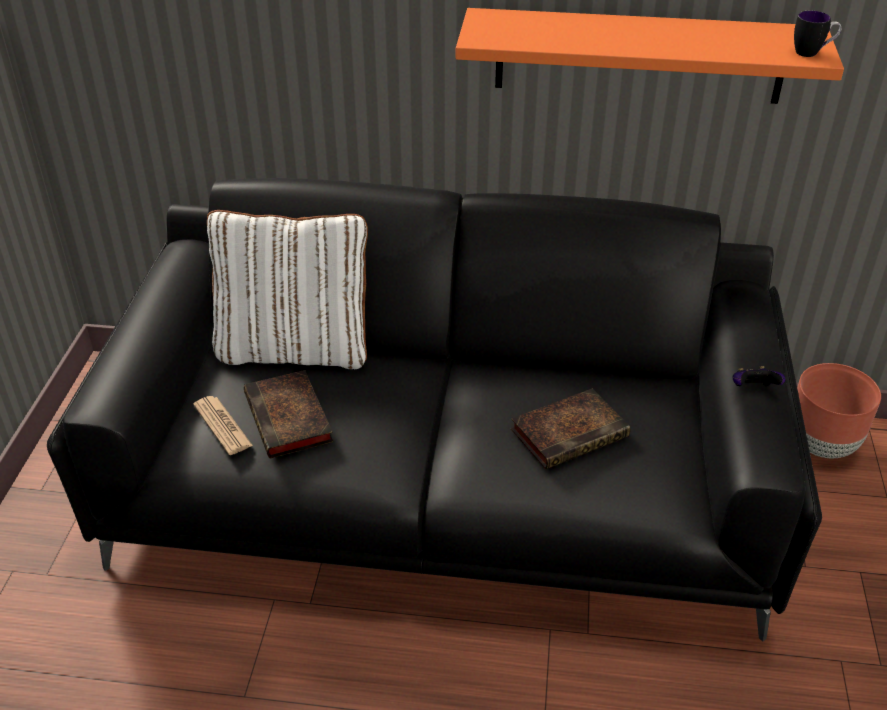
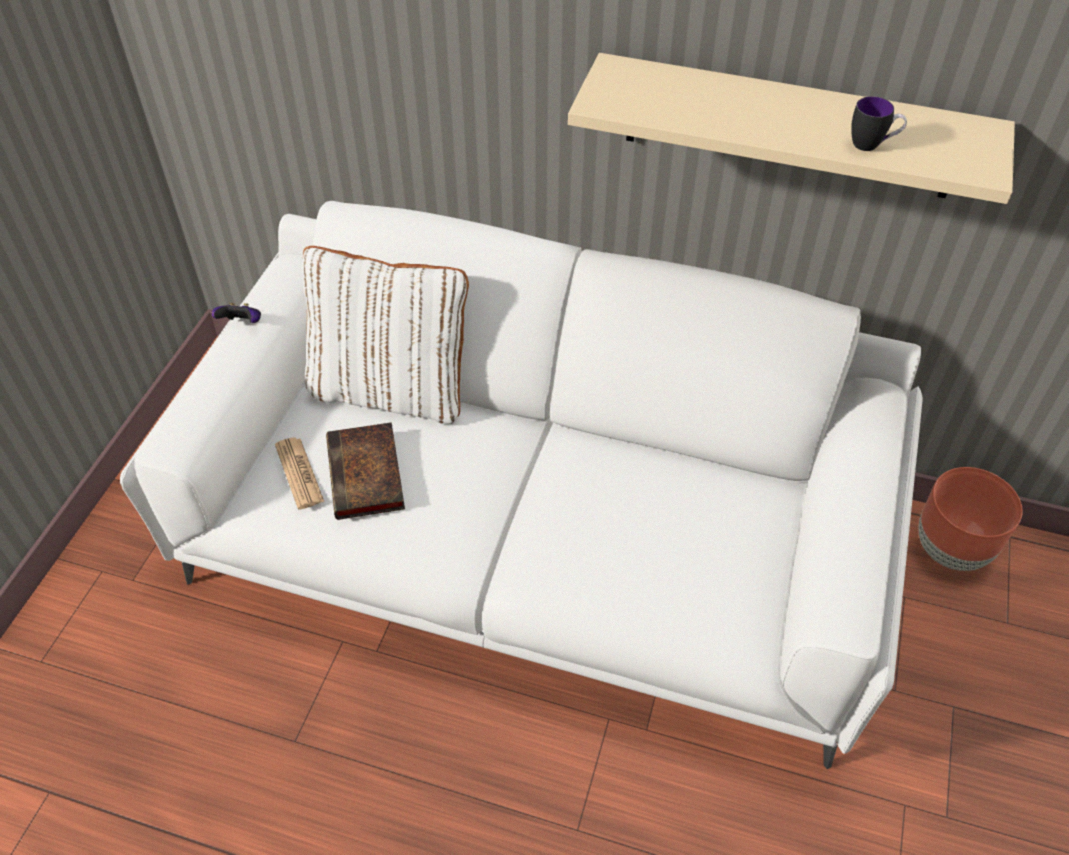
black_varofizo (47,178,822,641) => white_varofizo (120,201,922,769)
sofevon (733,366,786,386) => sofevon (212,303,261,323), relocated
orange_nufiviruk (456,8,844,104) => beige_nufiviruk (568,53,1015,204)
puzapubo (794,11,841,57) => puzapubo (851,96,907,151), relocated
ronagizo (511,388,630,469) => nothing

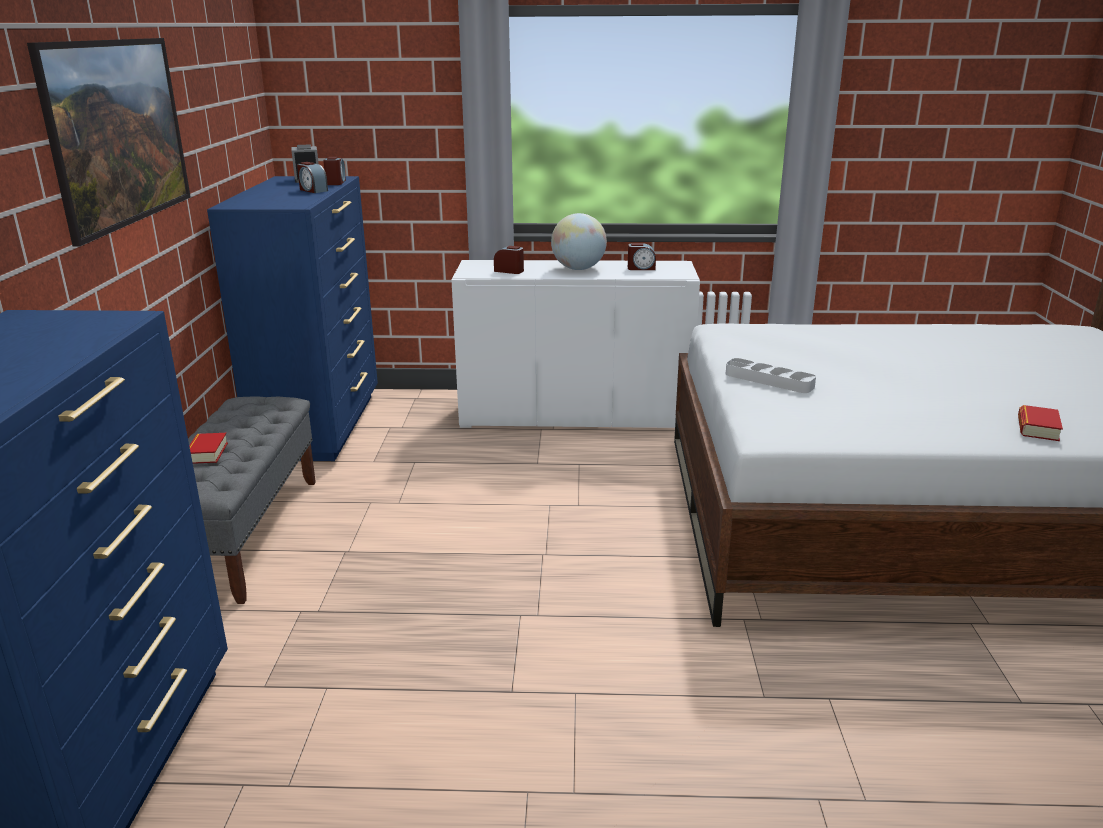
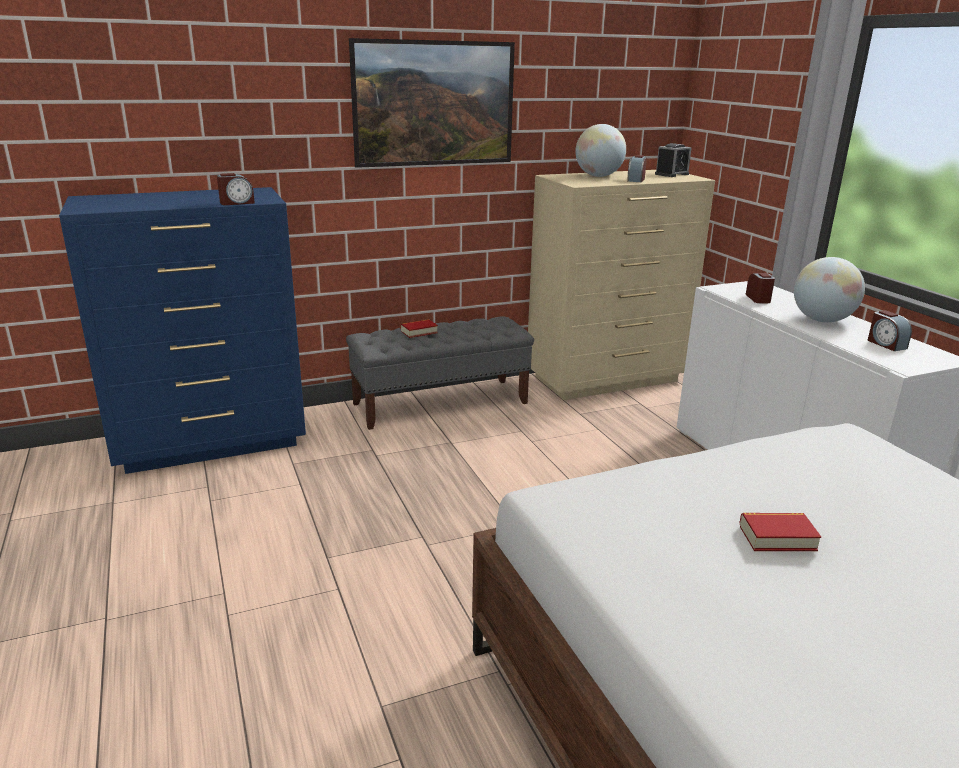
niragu (323,157,346,185) => niragu (217,173,255,205), relocated
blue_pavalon (207,176,378,461) => beige_pavalon (528,170,715,400)
nothing => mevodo (575,124,626,177)
ronagizo (1018,405,1063,441) => ronagizo (739,513,821,551), relocated
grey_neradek (726,358,816,393) => nothing

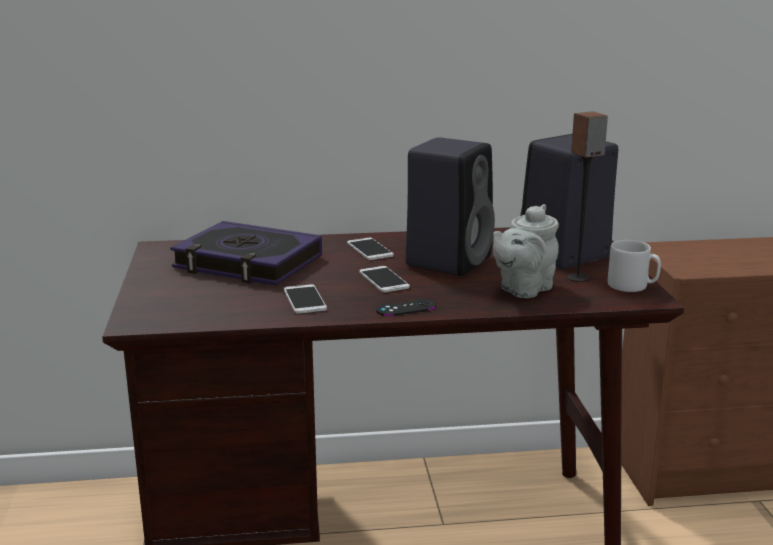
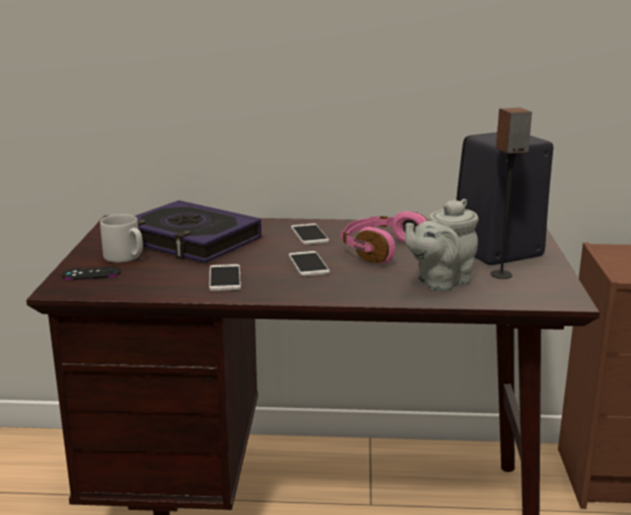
black_sofevon (376,299,436,316) => black_sofevon (62,267,121,280), relocated
grey_puzapubo (608,240,661,292) => grey_puzapubo (100,214,143,263), relocated
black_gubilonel (406,137,495,276) => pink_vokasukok (340,211,428,264)

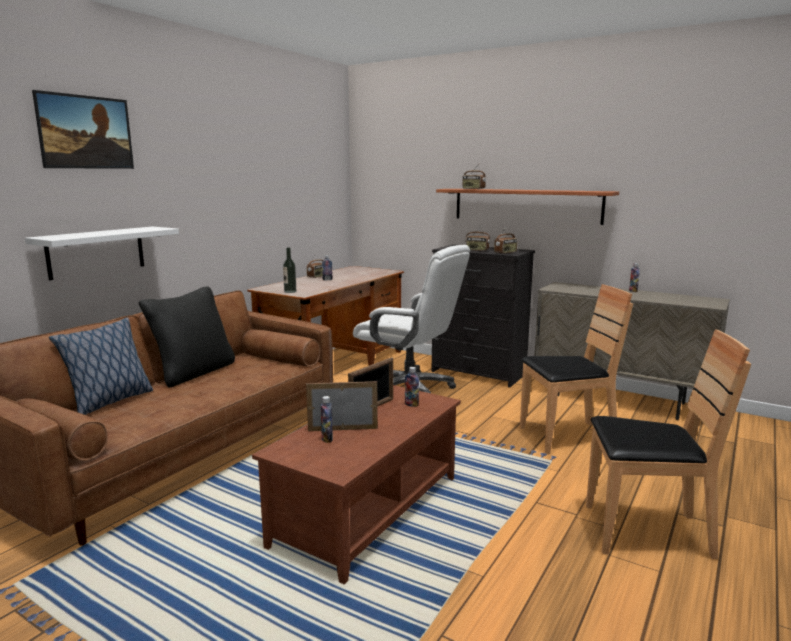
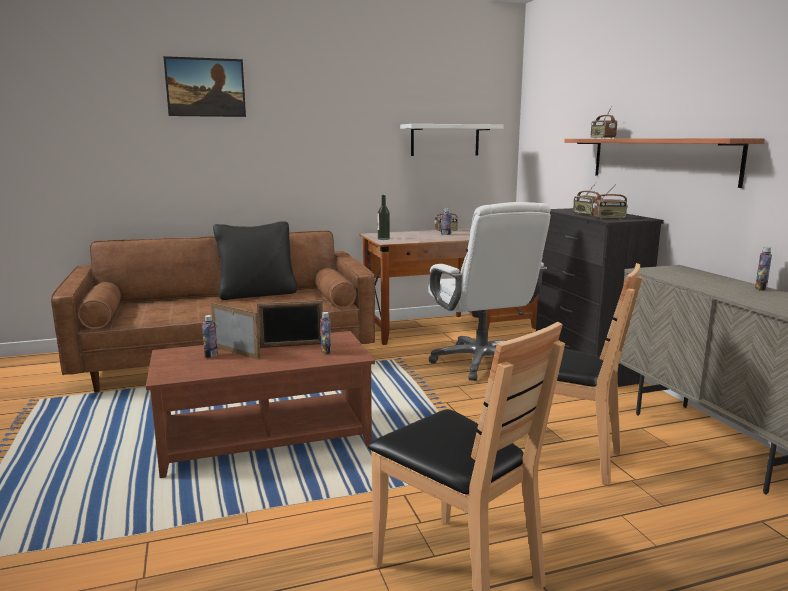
white_nufiviruk (25,227,179,280) => white_nufiviruk (400,124,504,156), relocated
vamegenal (49,317,153,415) => nothing

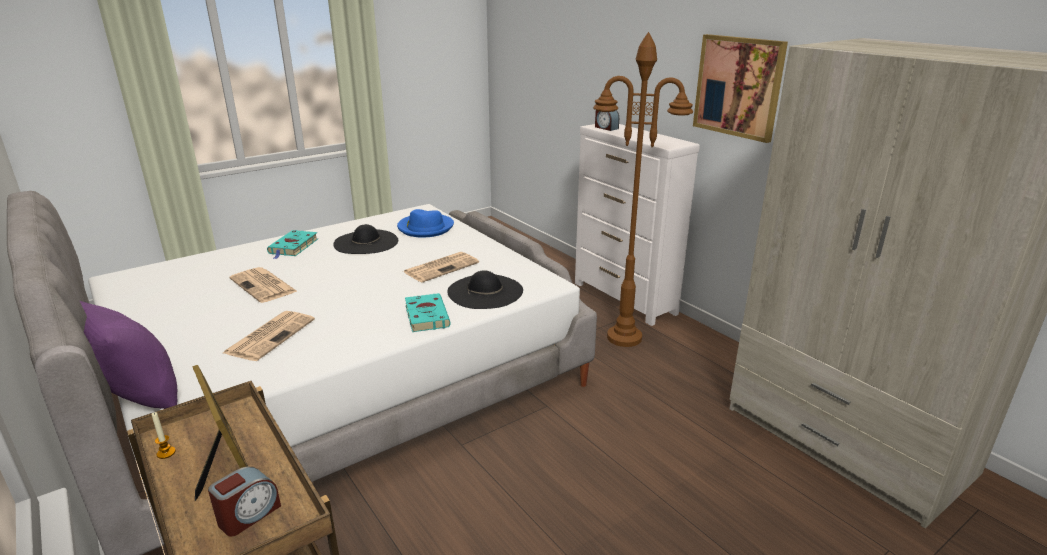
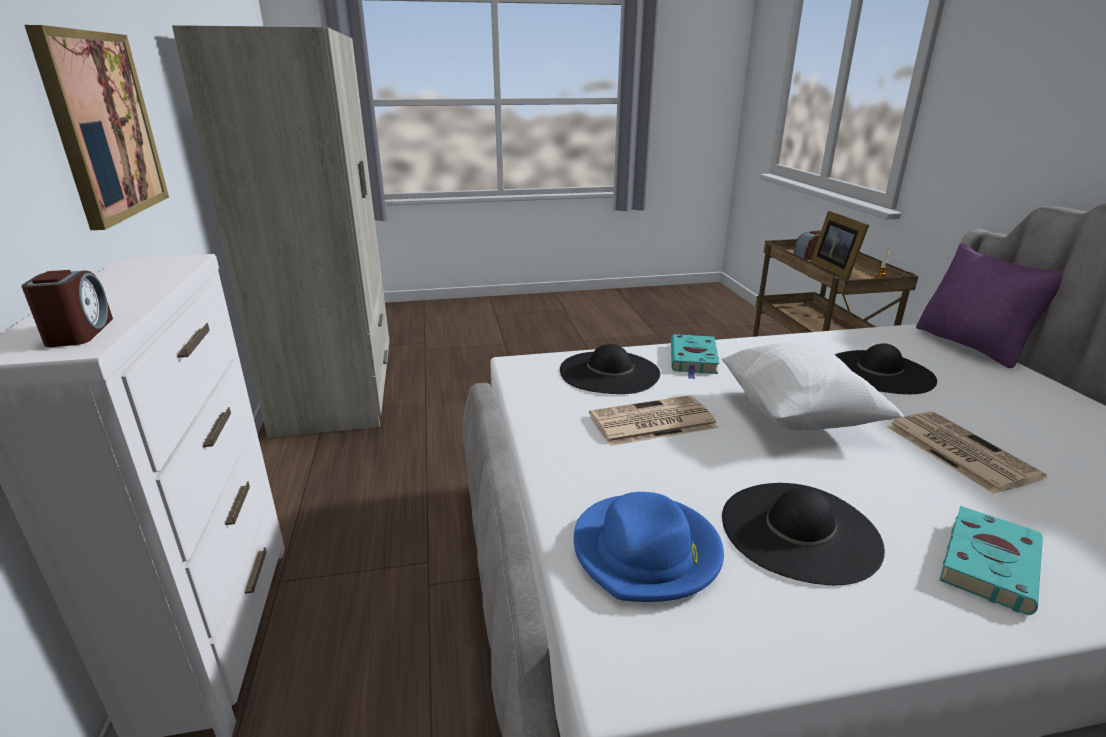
nothing => white_vamegenal (721,342,904,430)
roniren (223,311,315,361) => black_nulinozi (835,343,937,394)
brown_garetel (593,32,693,347) => nothing

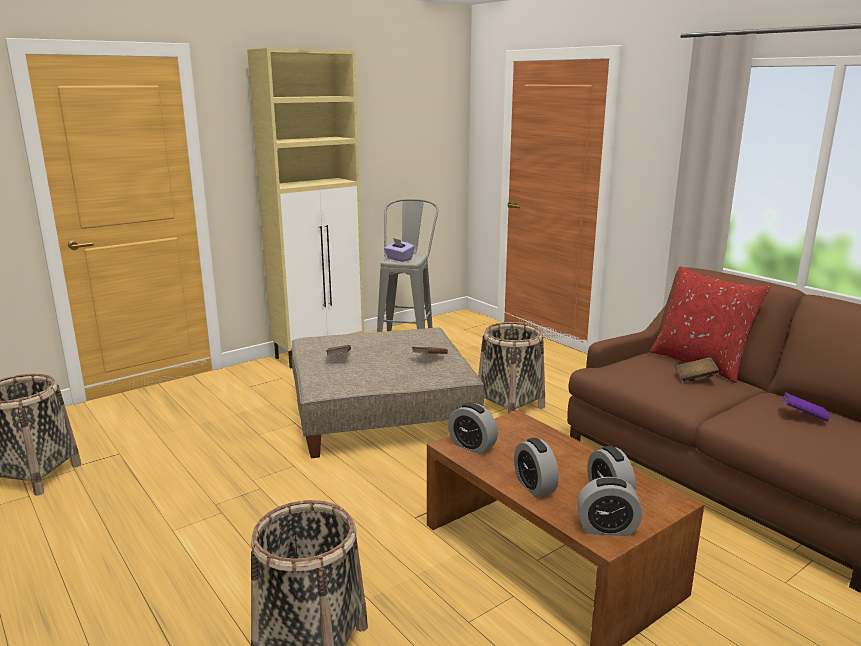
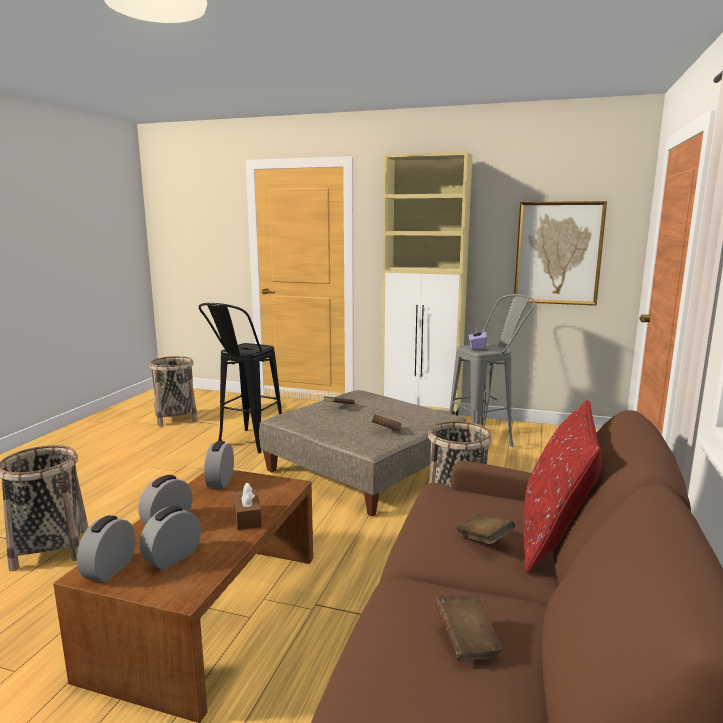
niragu (577,477,642,536) => niragu (77,515,136,582), 45 degrees clockwise
nothing => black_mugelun (199,303,282,453)
nothing => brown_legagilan (234,482,262,530)
purple_ronagizo (782,392,831,422) => brown_ronagizo (435,594,502,661)
nothing => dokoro (514,201,607,306)

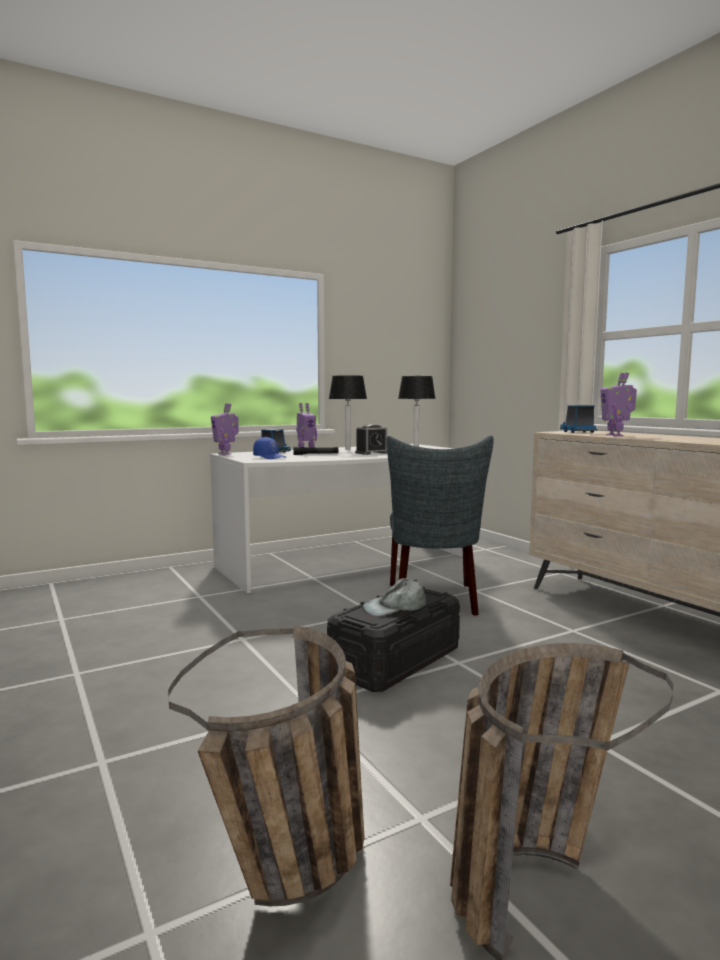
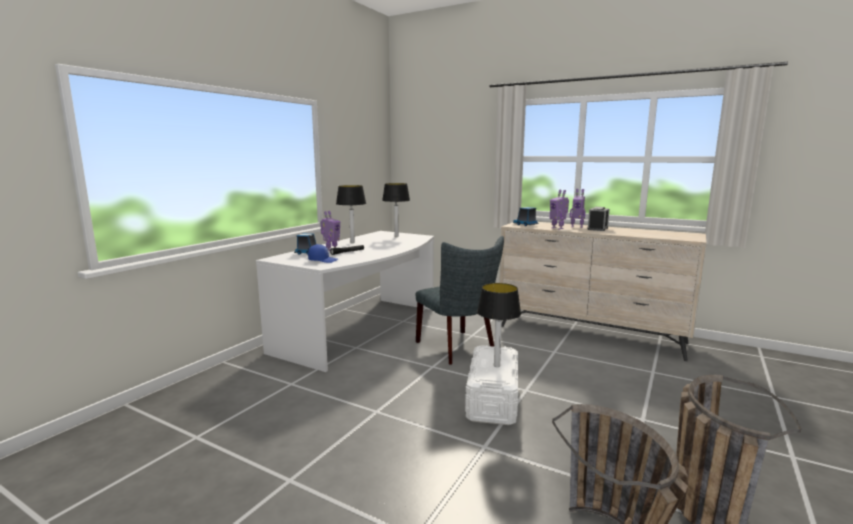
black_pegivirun (327,586,460,692) => white_pegivirun (465,345,518,425)
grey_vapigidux (363,578,427,617) => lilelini (477,283,521,367)
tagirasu (211,403,238,455) => tagirasu (570,189,585,228), relocated
niragu (355,425,387,455) => niragu (587,207,610,231), relocated

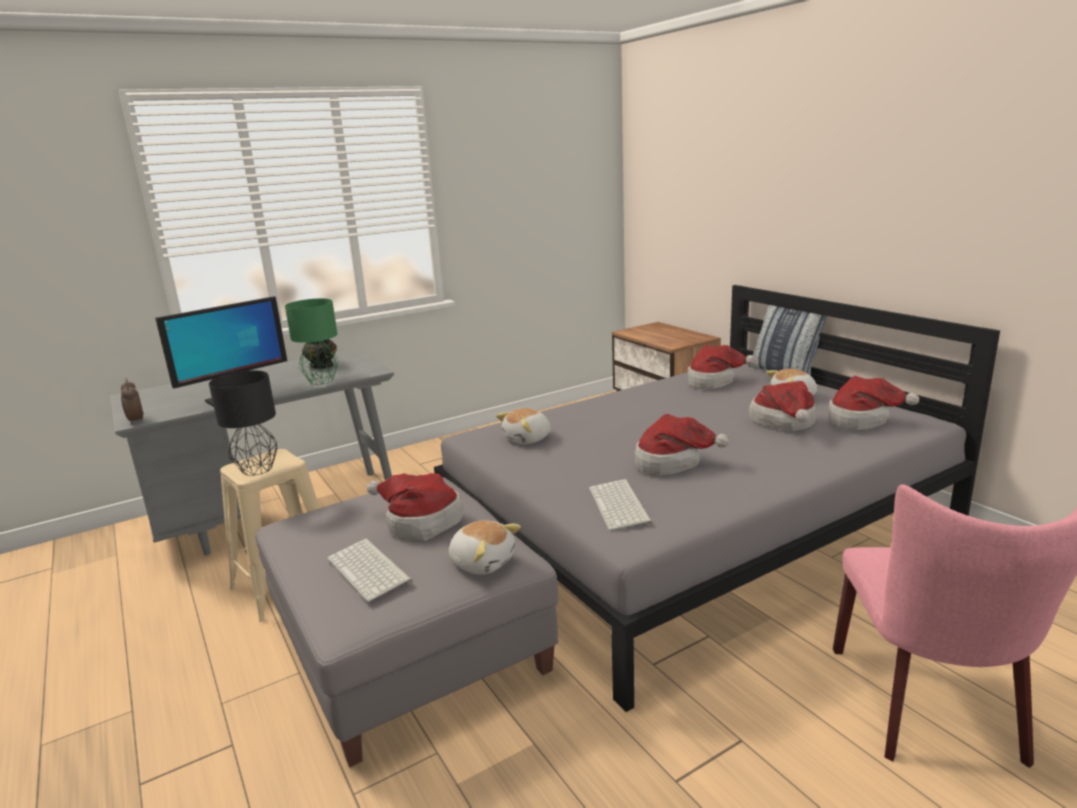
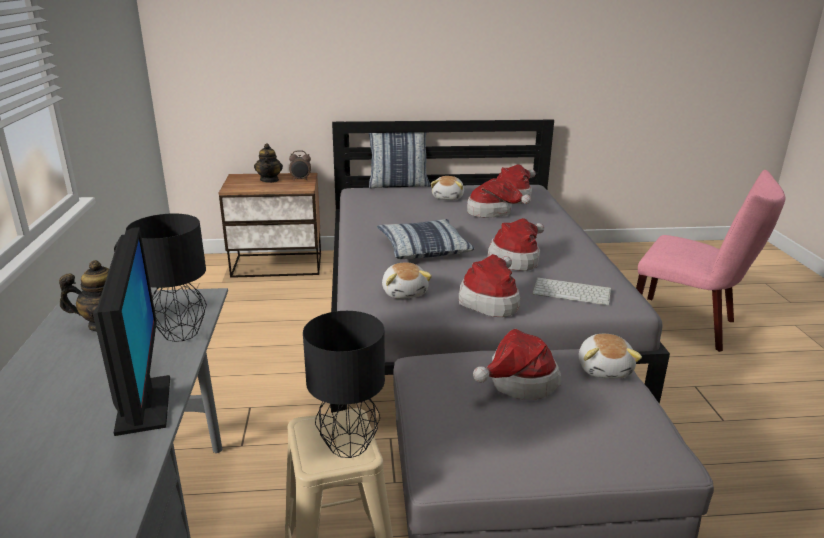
green_lilelini (285,298,339,385) => black_lilelini (126,214,207,342)
nothing => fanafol (254,143,283,183)
niragu (121,378,144,425) => niragu (289,150,311,180), relocated
nothing => vamegenal (377,219,474,259)
nulinozi (688,345,756,390) => nulinozi (459,254,520,317), relocated
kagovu (449,520,521,575) => kagovu (579,334,642,378), 120 degrees clockwise
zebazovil (327,538,413,602) => nothing

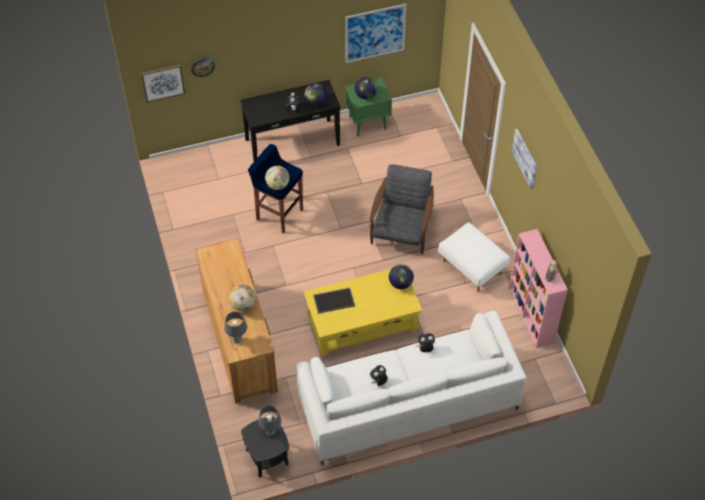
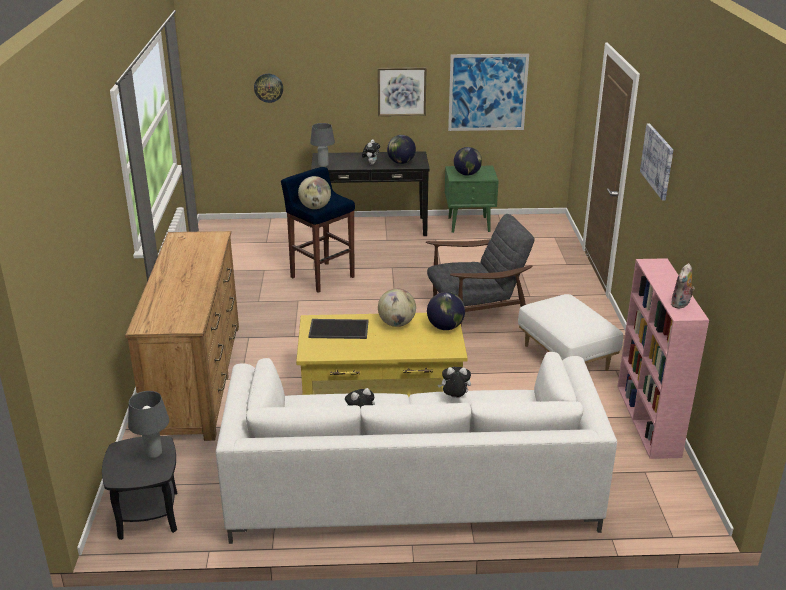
grey_lilelini (224,312,247,343) => grey_lilelini (310,123,335,167), relocated
dokoro (141,65,185,103) => dokoro (378,67,427,116), relocated
mevodo (229,285,256,311) => mevodo (378,288,416,327), relocated
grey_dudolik (370,164,434,254) => grey_dudolik (426,214,535,326), 45 degrees clockwise

